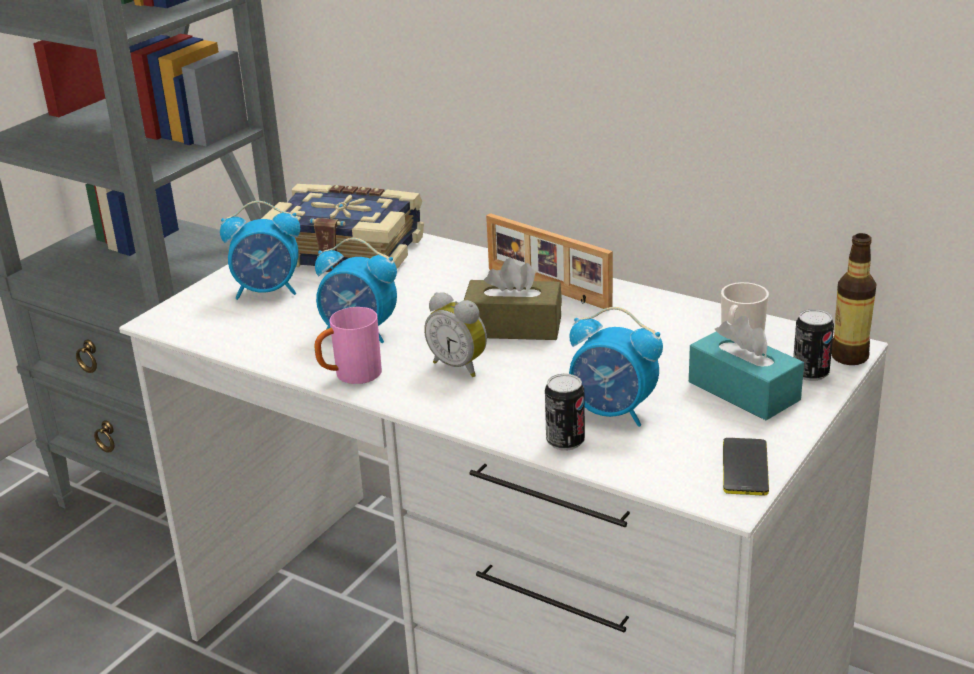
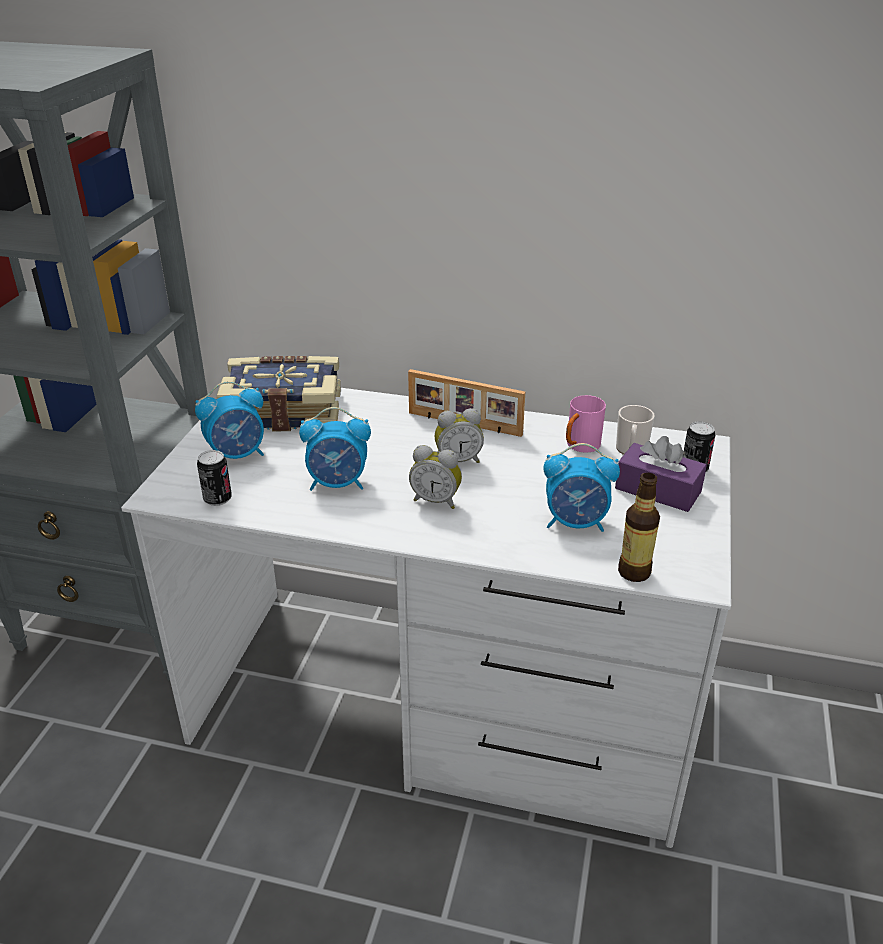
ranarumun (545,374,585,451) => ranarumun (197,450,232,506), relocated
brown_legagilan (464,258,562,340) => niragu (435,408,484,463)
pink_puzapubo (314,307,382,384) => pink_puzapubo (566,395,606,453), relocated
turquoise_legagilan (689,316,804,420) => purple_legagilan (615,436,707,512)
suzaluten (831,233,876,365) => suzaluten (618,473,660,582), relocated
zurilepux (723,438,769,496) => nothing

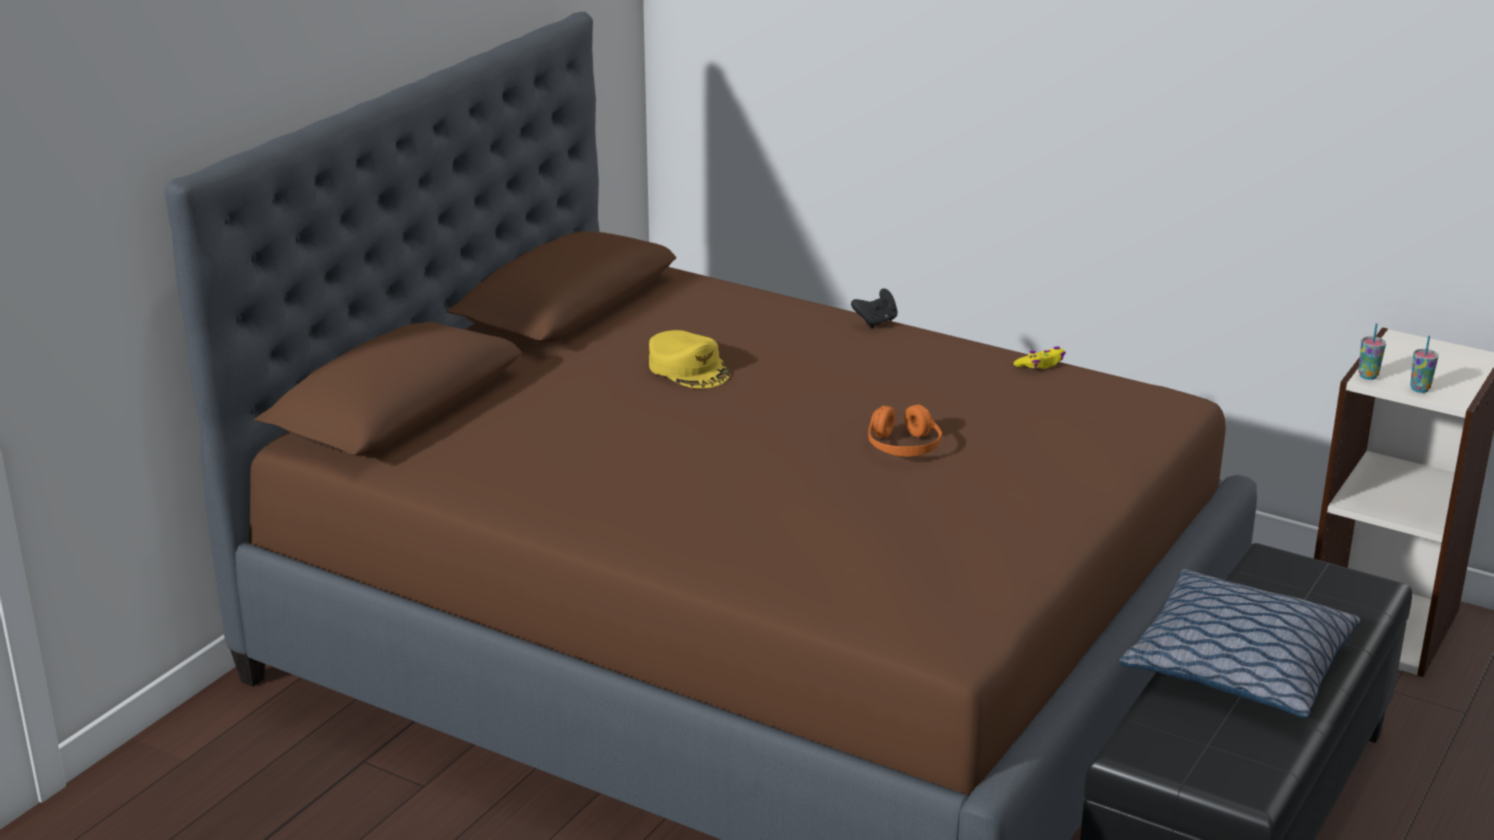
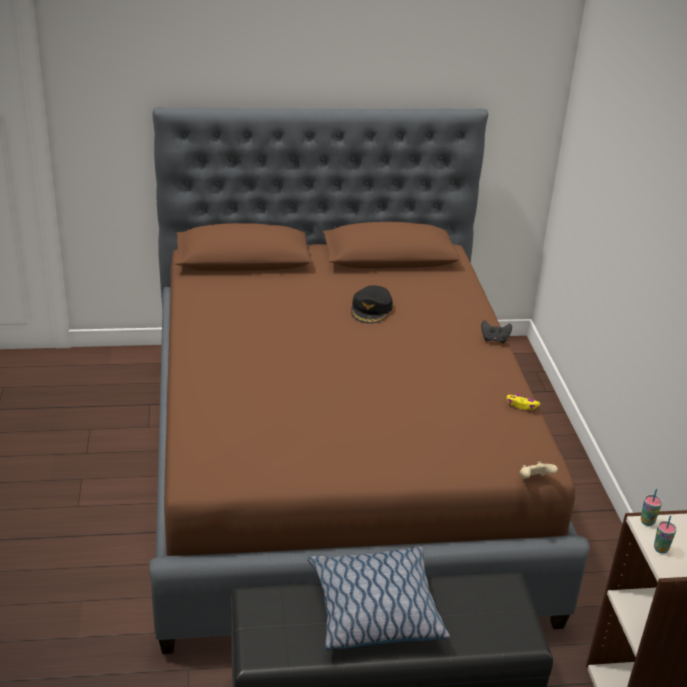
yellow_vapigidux (649,330,730,389) => black_vapigidux (351,285,393,324)
nothing => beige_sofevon (520,461,558,479)
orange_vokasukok (868,404,942,457) => nothing

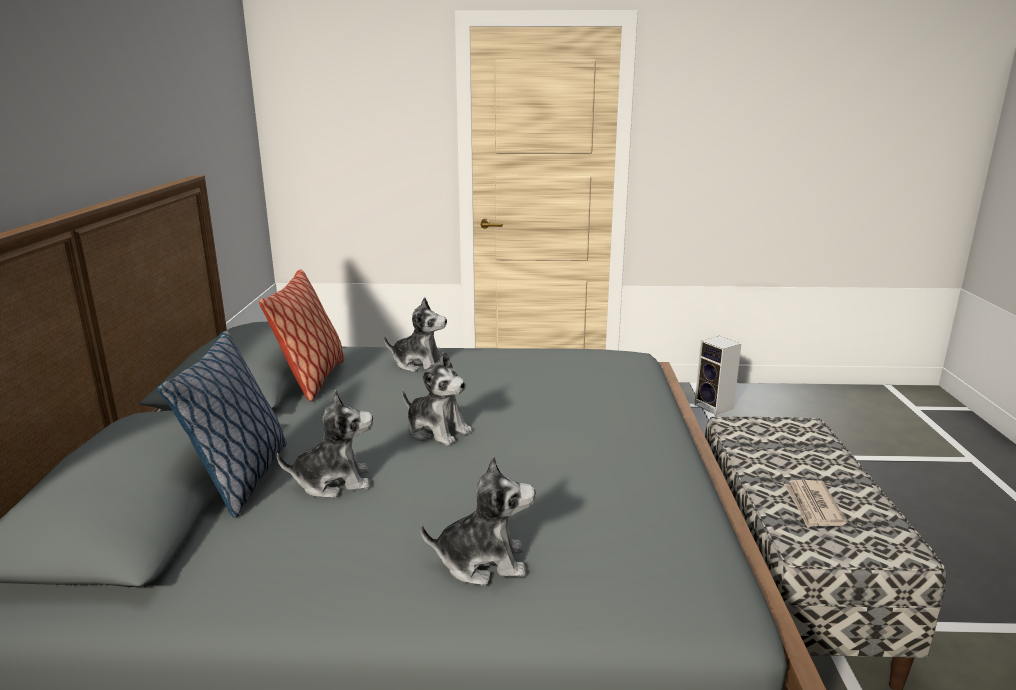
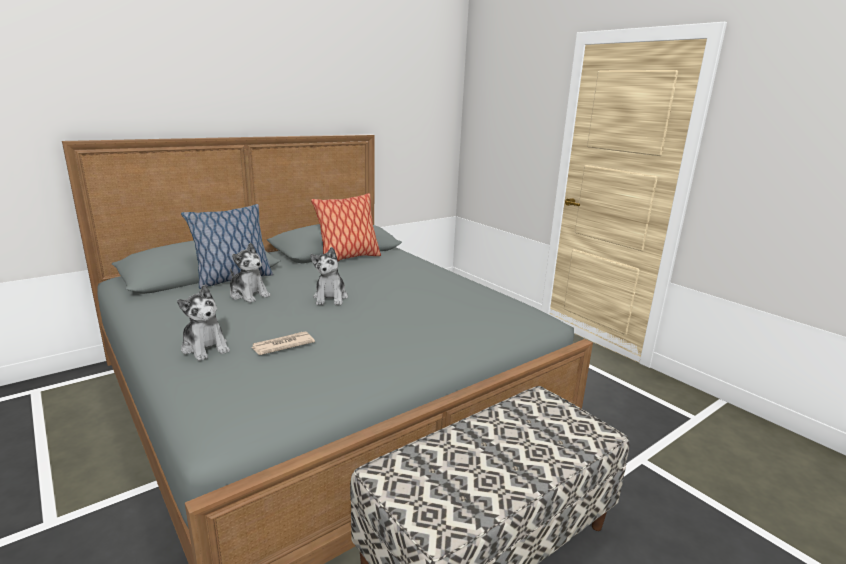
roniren (784,480,847,528) => roniren (251,331,315,355), relocated
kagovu (384,297,447,372) => nothing
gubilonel (694,336,741,415) => nothing

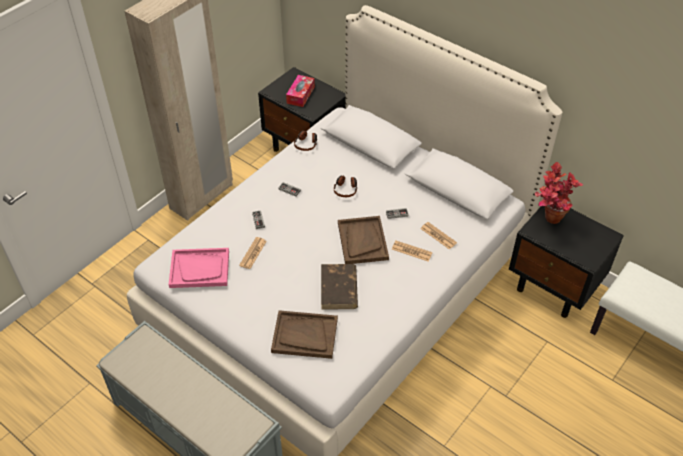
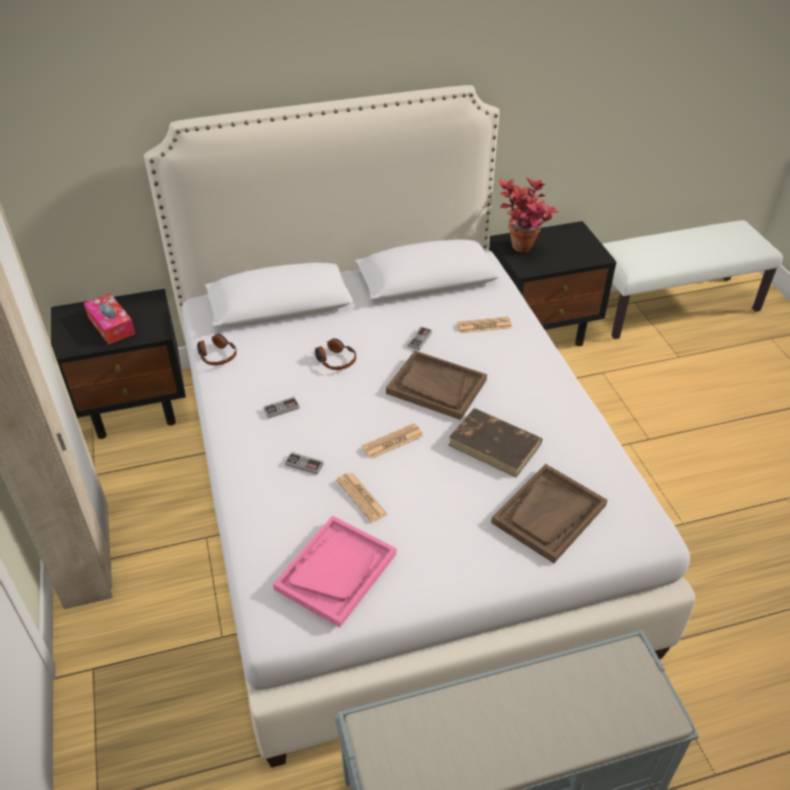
roniren (392,241,432,261) => roniren (362,423,423,459), relocated

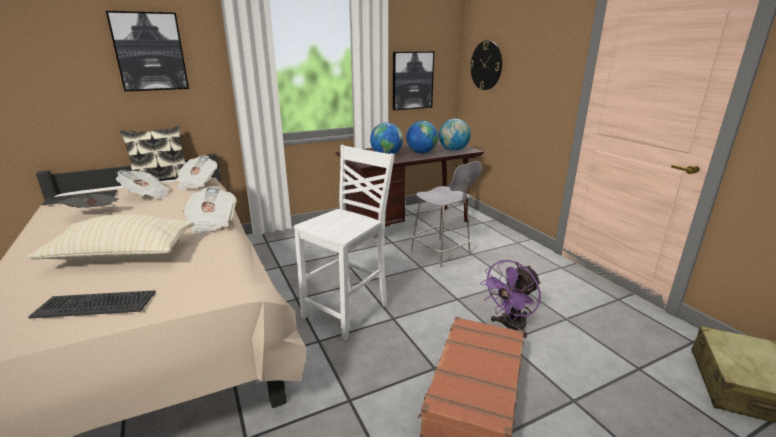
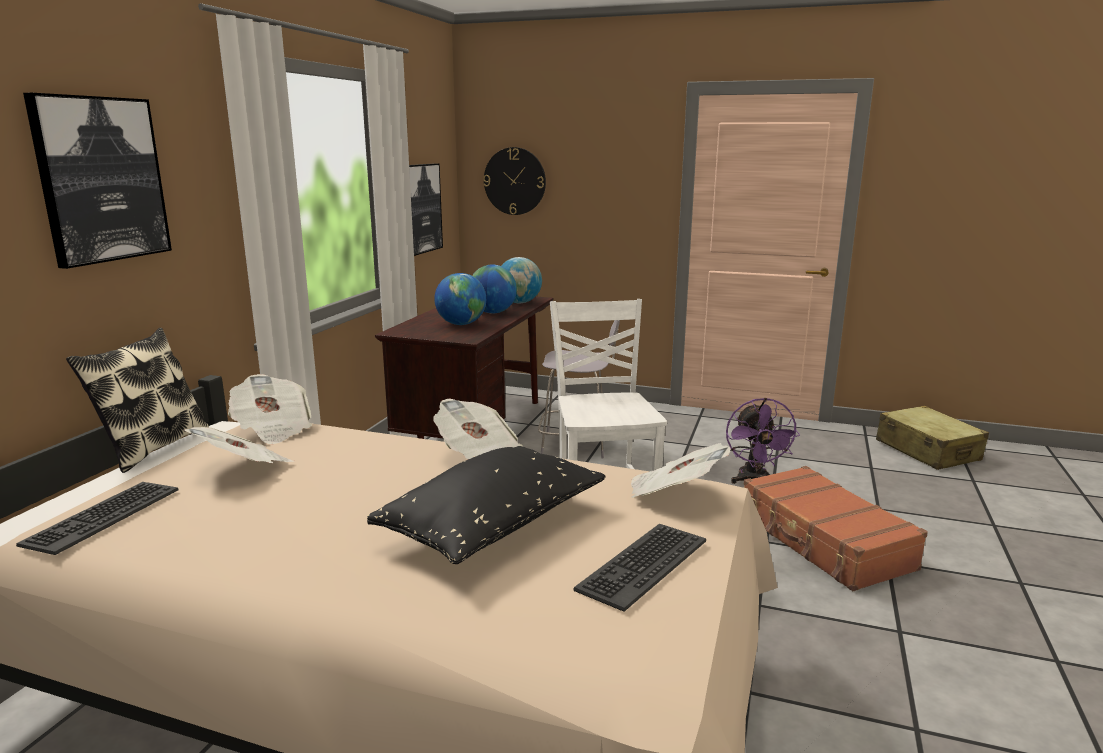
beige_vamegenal (27,215,195,261) => black_vamegenal (367,446,606,564)
roniren (58,194,118,208) => roniren (631,443,730,498), relocated

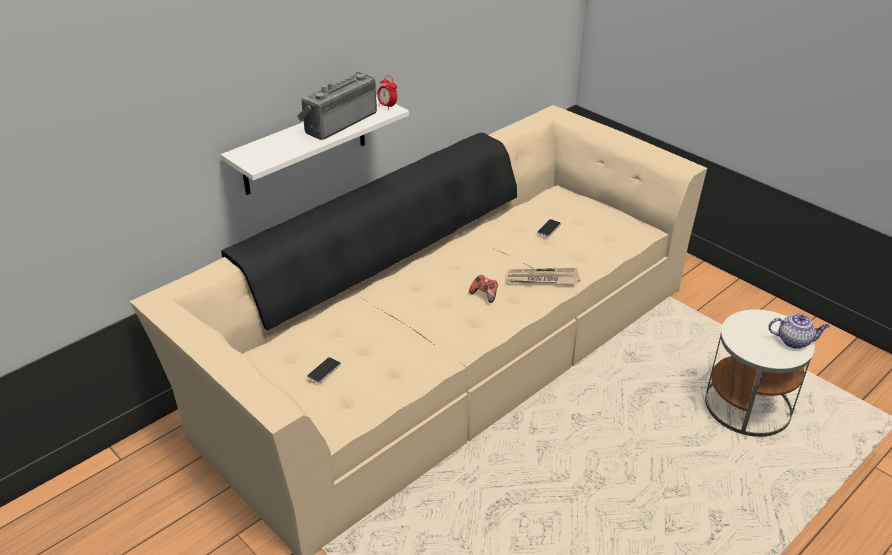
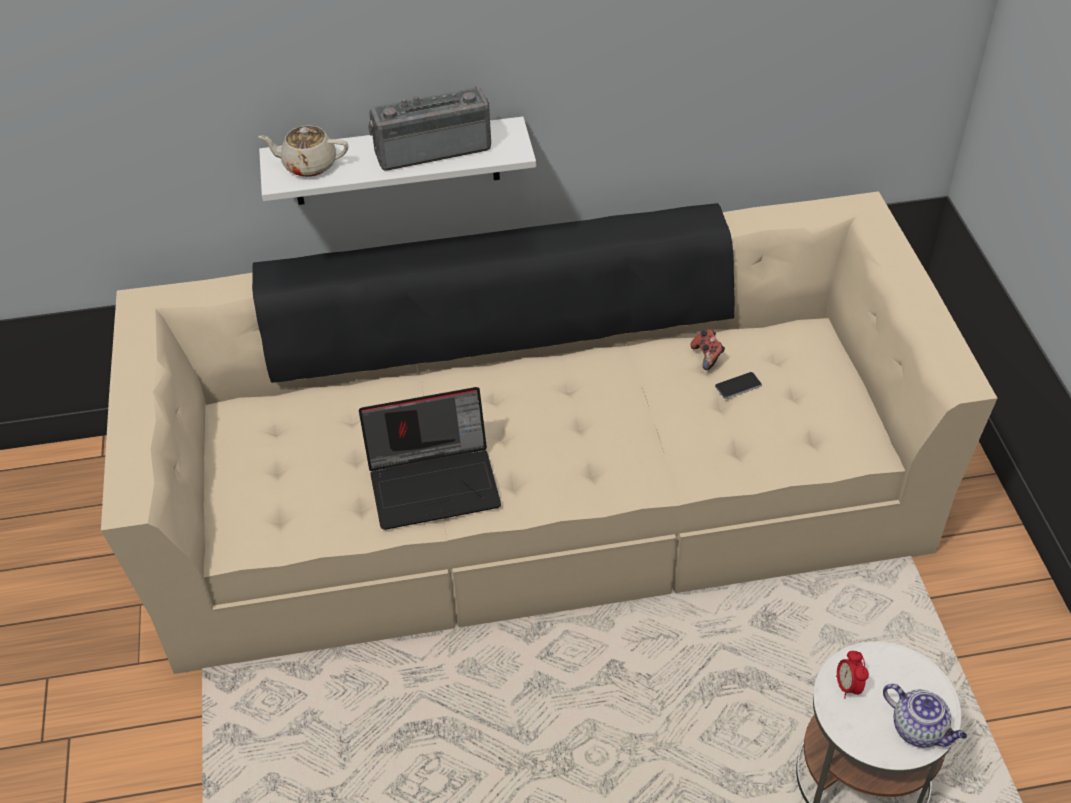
nothing => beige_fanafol (258,125,348,177)
nothing => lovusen (359,387,501,530)
sofevon (469,275,498,303) => sofevon (690,329,725,370), relocated
niragu (377,75,397,111) => niragu (836,651,869,699), relocated
zurilepux (307,357,341,383) => nothing
roniren (508,268,580,283) => nothing

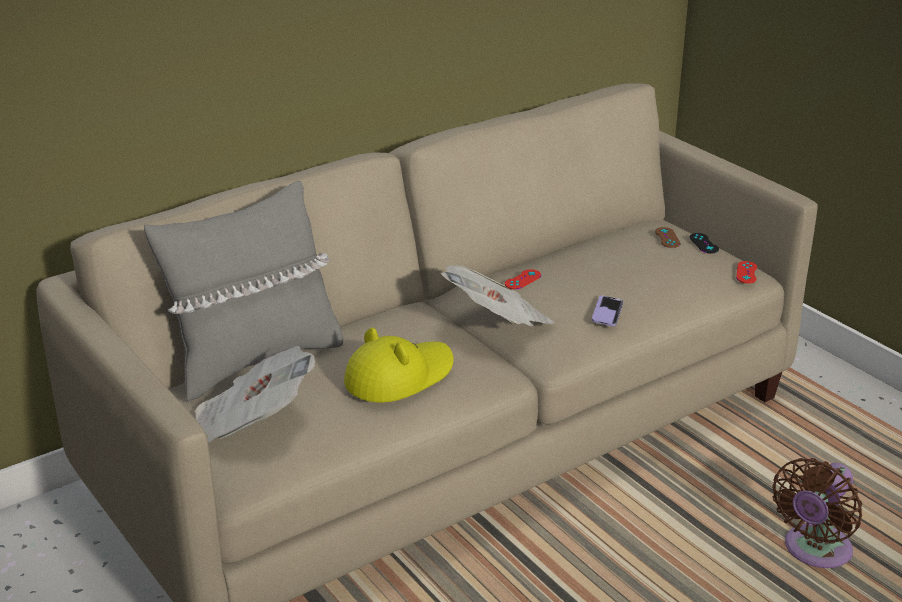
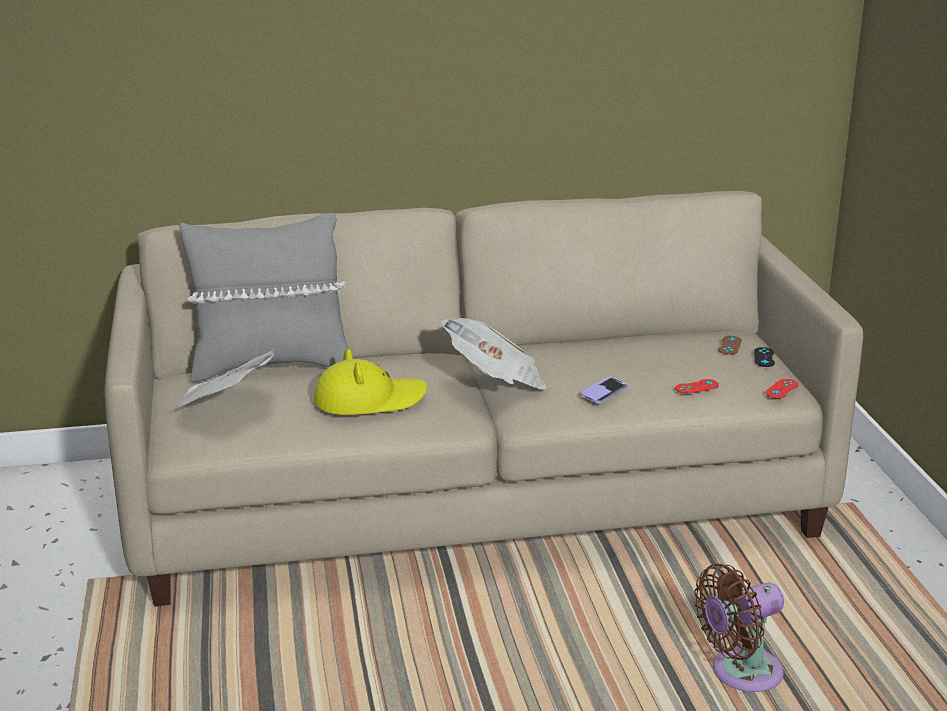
red_sofevon (505,269,541,289) => red_sofevon (675,379,719,394), relocated

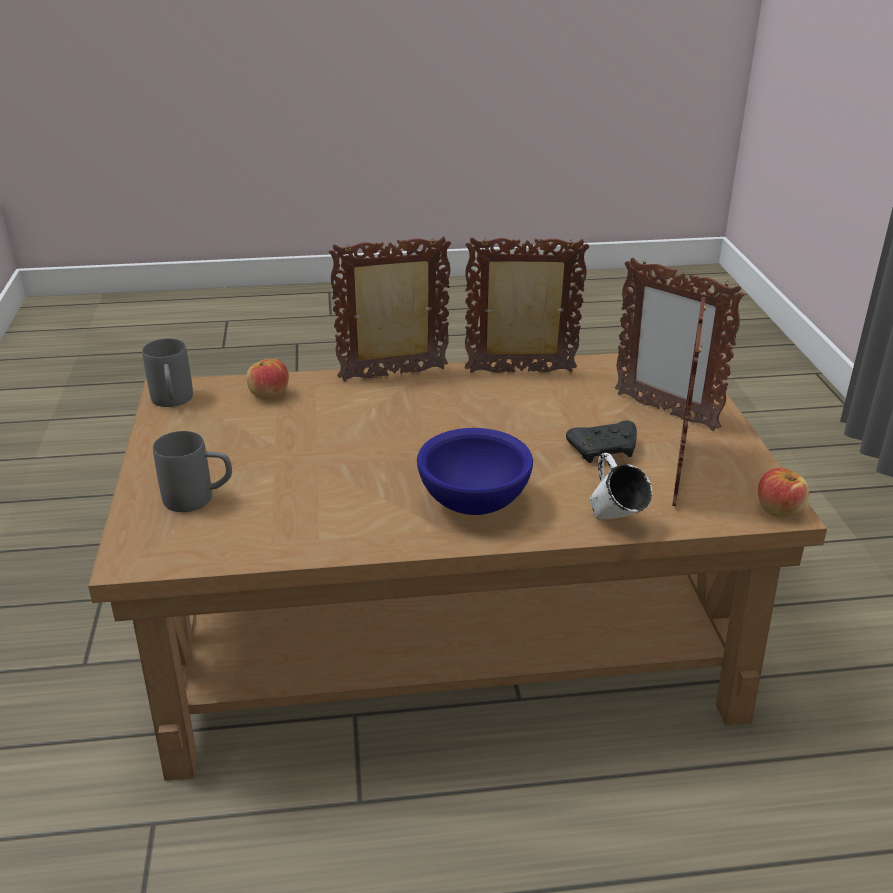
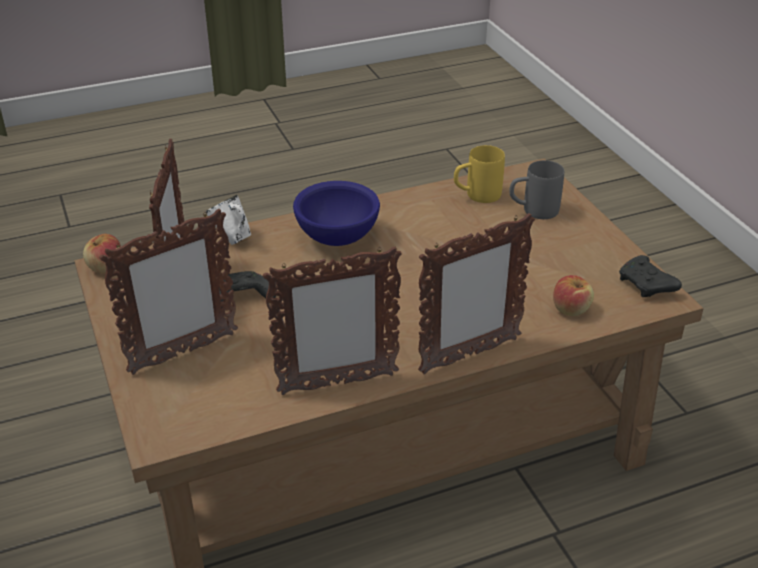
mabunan (615,257,745,431) => mabunan (99,209,238,375), 120 degrees clockwise
nothing => yellow_puzapubo (454,145,505,203)
grey_puzapubo (142,338,193,407) => black_sofevon (619,255,682,297)

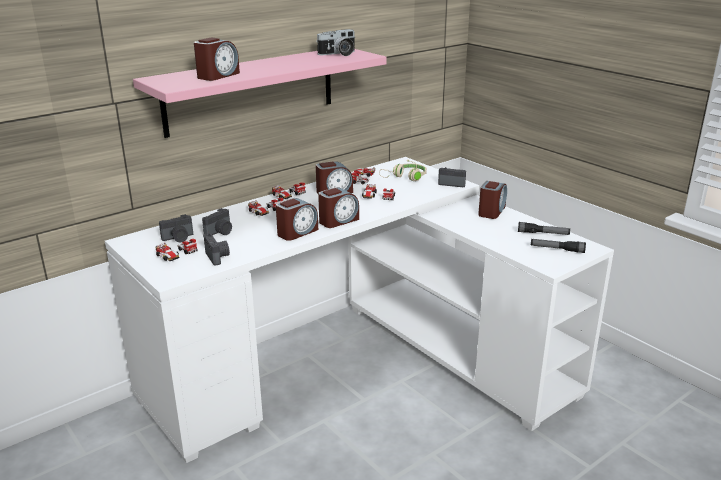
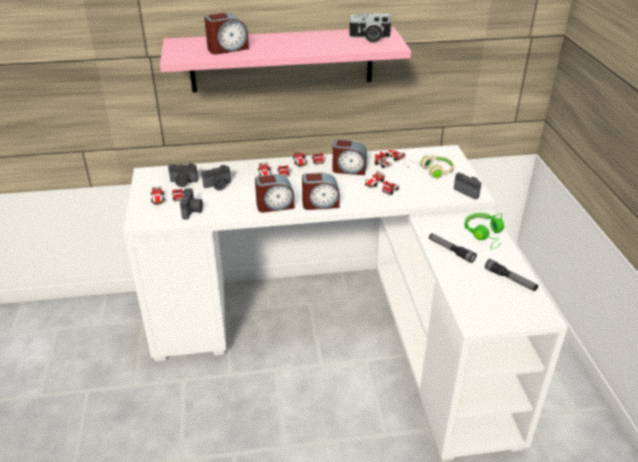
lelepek (531,239,586,253) => lelepek (429,233,477,263), relocated
niragu (478,181,507,219) => green_vokasukok (465,213,504,249)

